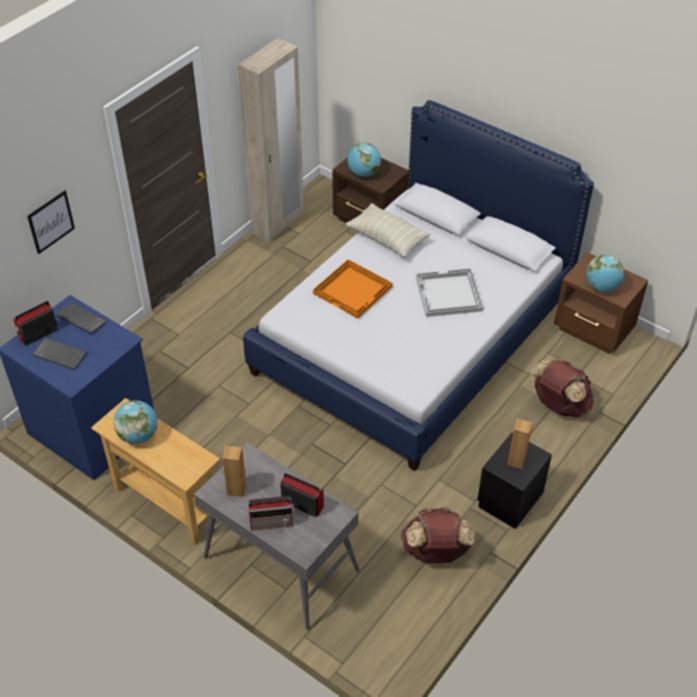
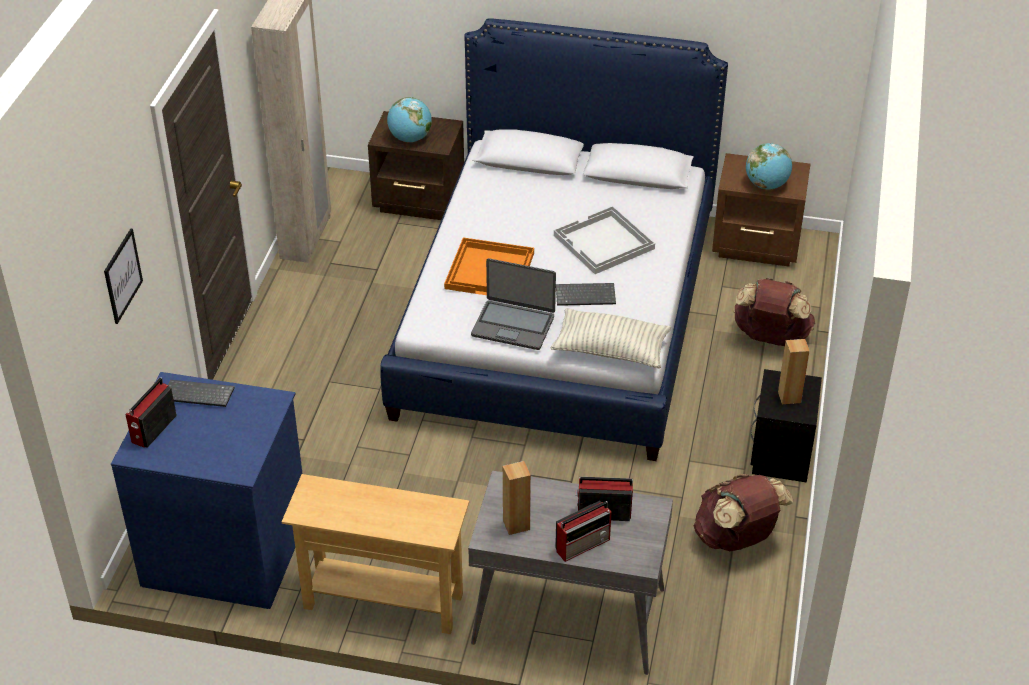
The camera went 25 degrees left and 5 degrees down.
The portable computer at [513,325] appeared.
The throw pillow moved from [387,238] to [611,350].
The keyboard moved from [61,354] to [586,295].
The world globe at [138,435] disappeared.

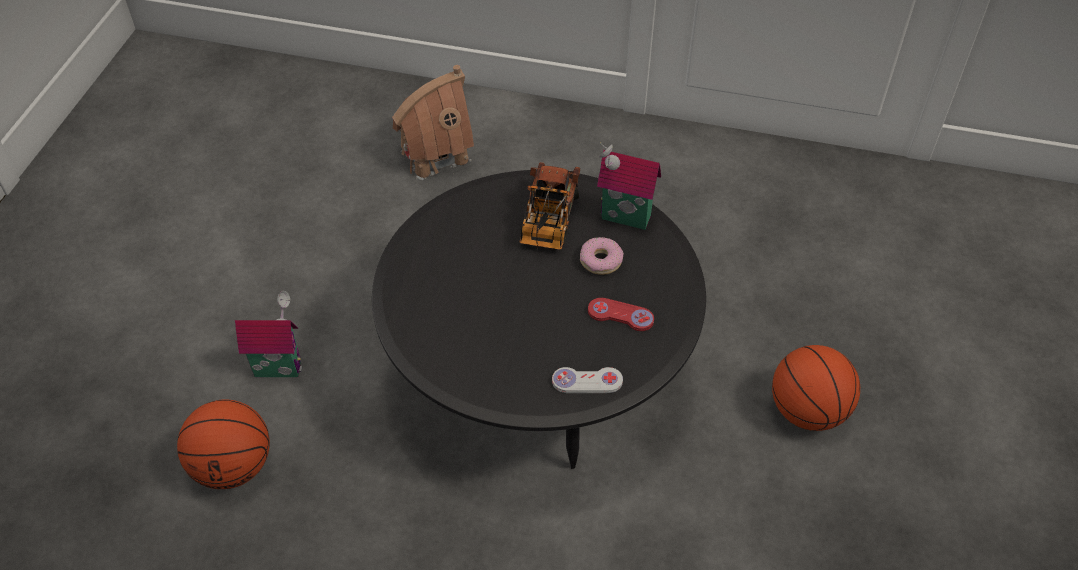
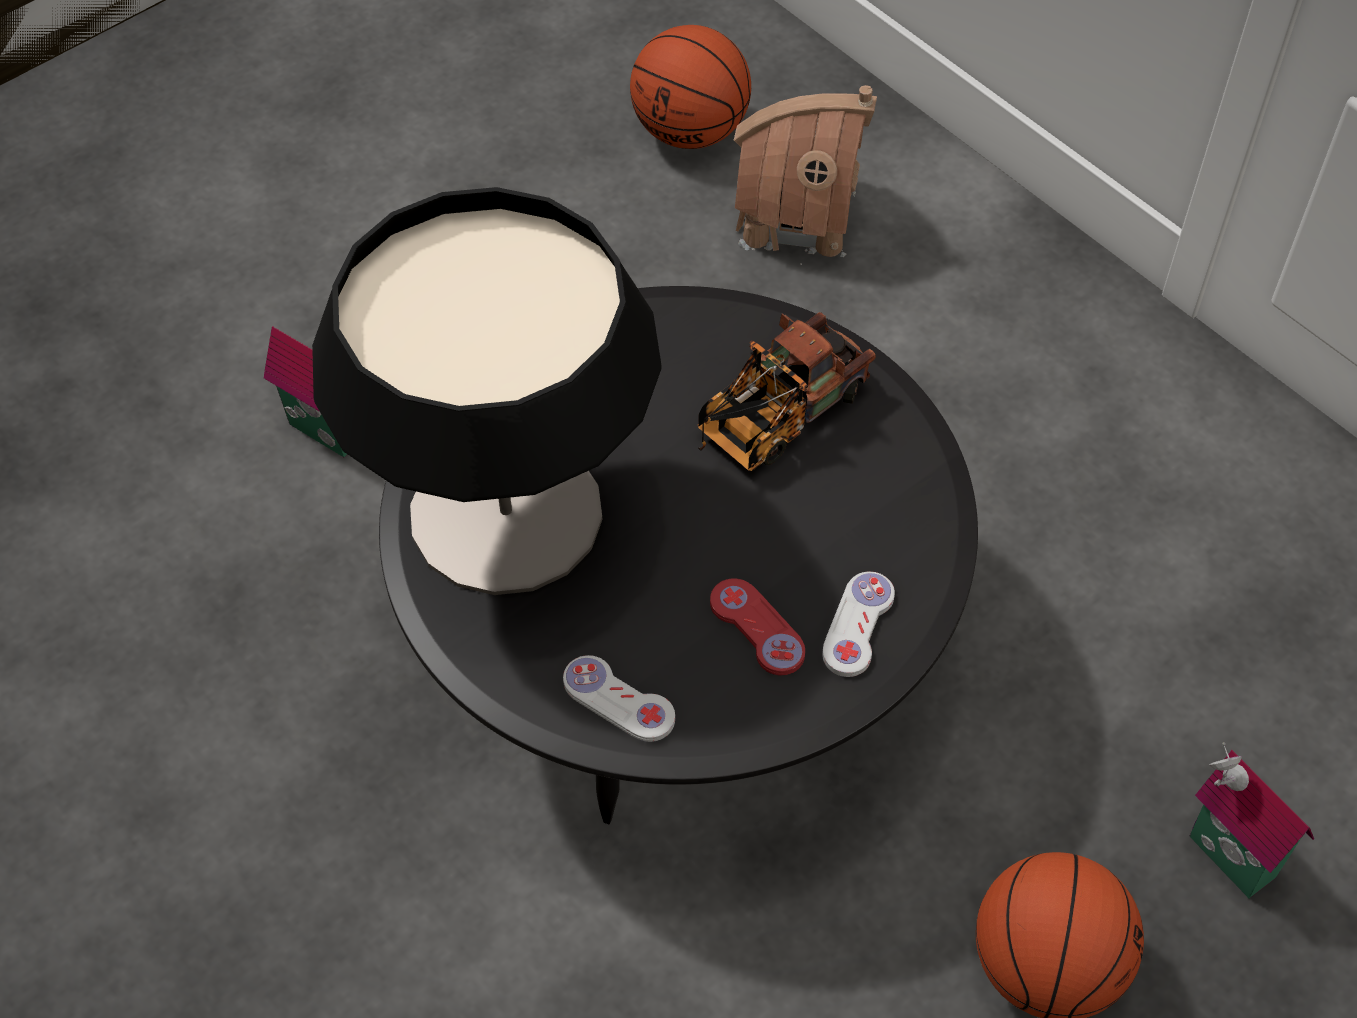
The camera went 35 degrees right and 5 degrees up.
The tabletop lamp at [506,513] appeared.
The ball for basketball moved from [233,466] to [690,131].
The white-coloured joypad at [858,625] appeared.
The miniature house moved from [624,219] to [1226,859].
The ring doughnut at [601,260] disappeared.

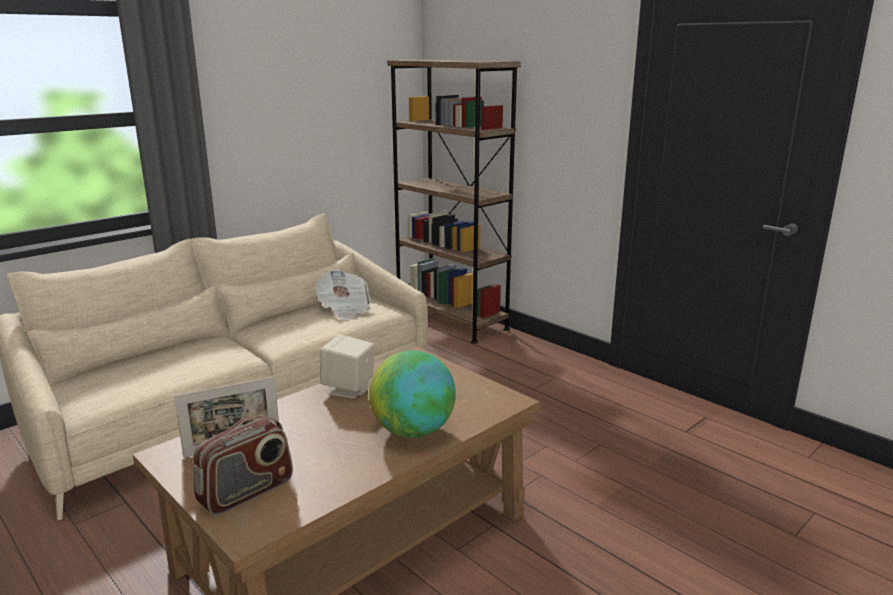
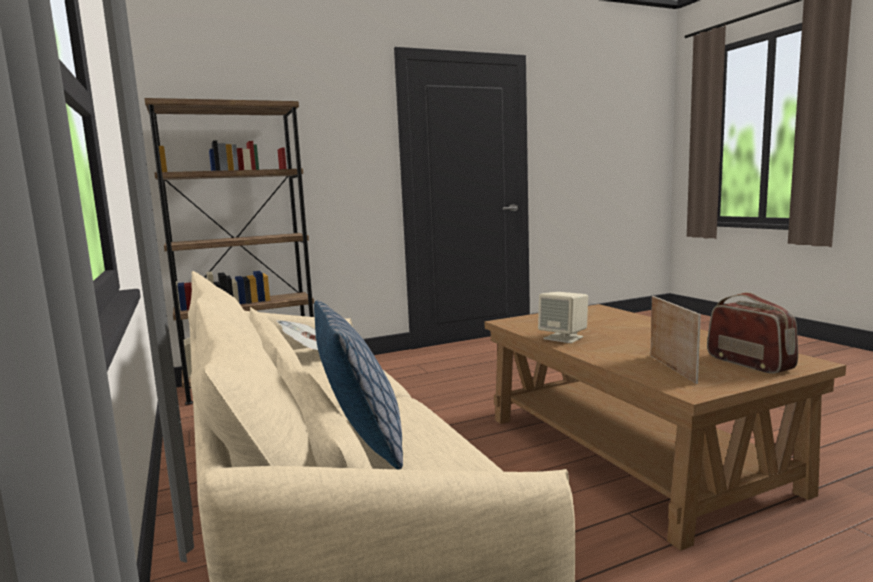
The camera went 70 degrees left and 10 degrees down.
The throw pillow at [363,443] appeared.
The world globe at [413,431] disappeared.

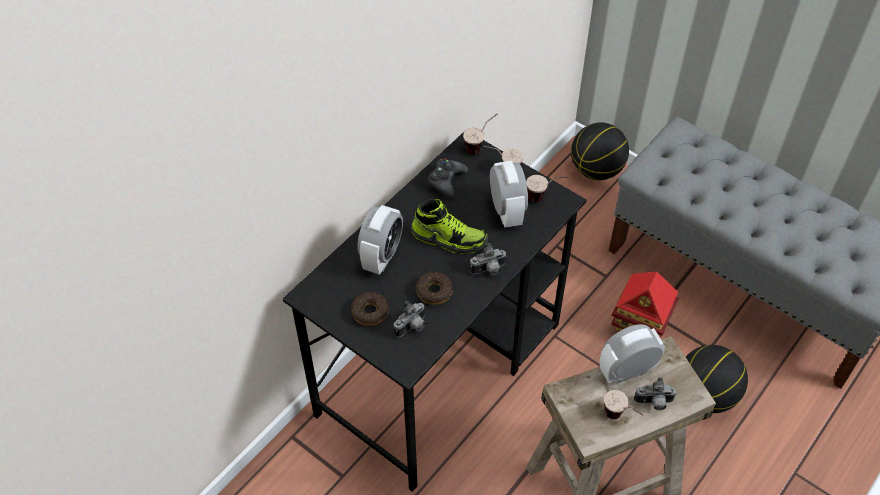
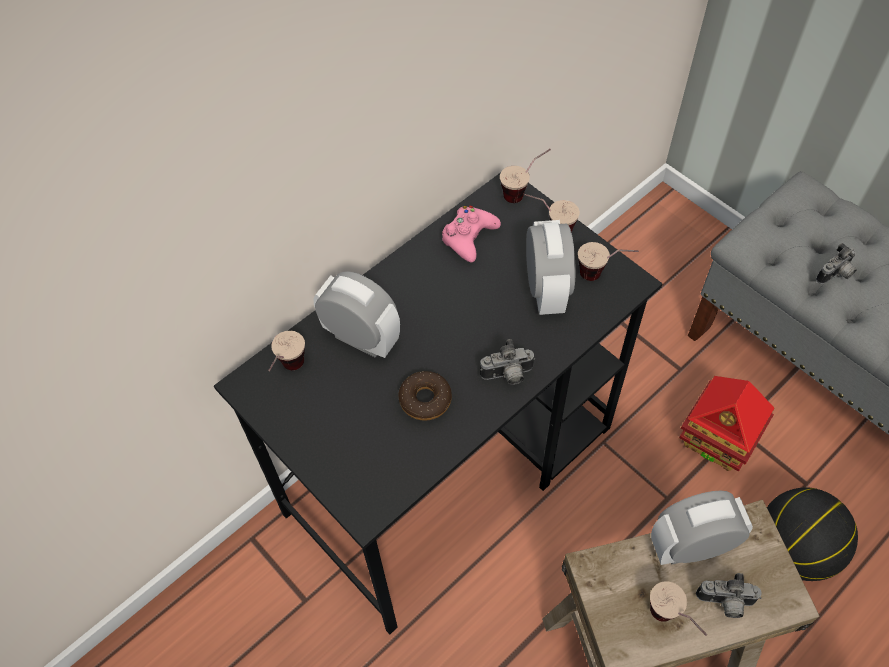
The camera went 10 degrees right and 5 degrees up.
The small cup at [289,372] appeared.
The bedside clock at [382,256] turned 90 degrees counterclockwise.
The black joypad at [446,181] became the pinkish joypad at [469,237].
The photo camera moved from [412,327] to [835,275].
The ring doughnut at [370,312] disappeared.
The shoe at [449,238] disappeared.
The ball for basketball at [596,170] disappeared.

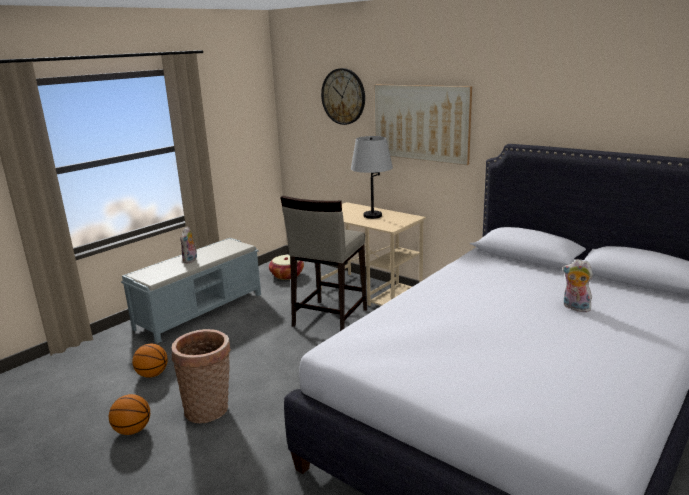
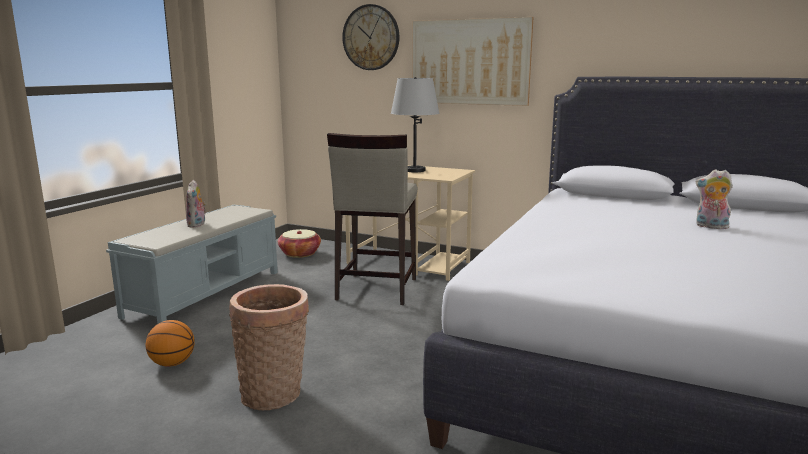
The camera went 15 degrees left and 5 degrees down.
The ball for basketball at [132,430] disappeared.

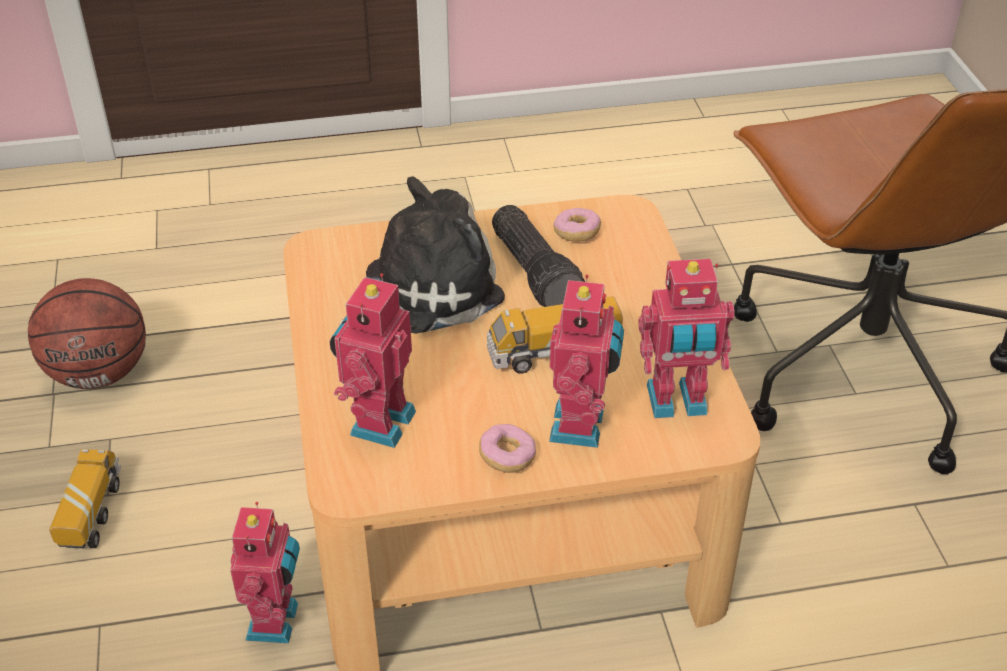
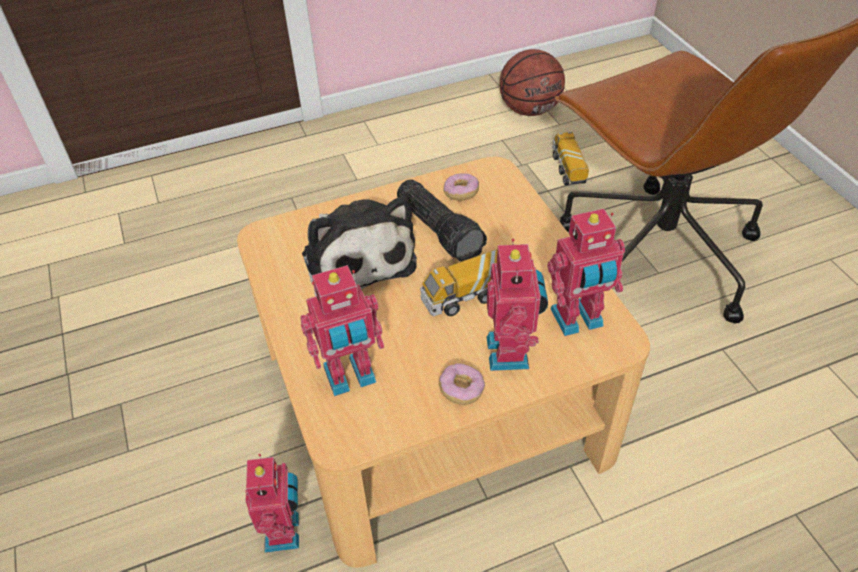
The camera went 10 degrees left and 5 degrees up.
The robot figure at [378,422] turned 120 degrees counterclockwise.
The plush toy at [424,289] turned 105 degrees clockwise.
The ball for basketball moved from [99,373] to [530,110].
The model truck moved from [91,513] to [568,169].

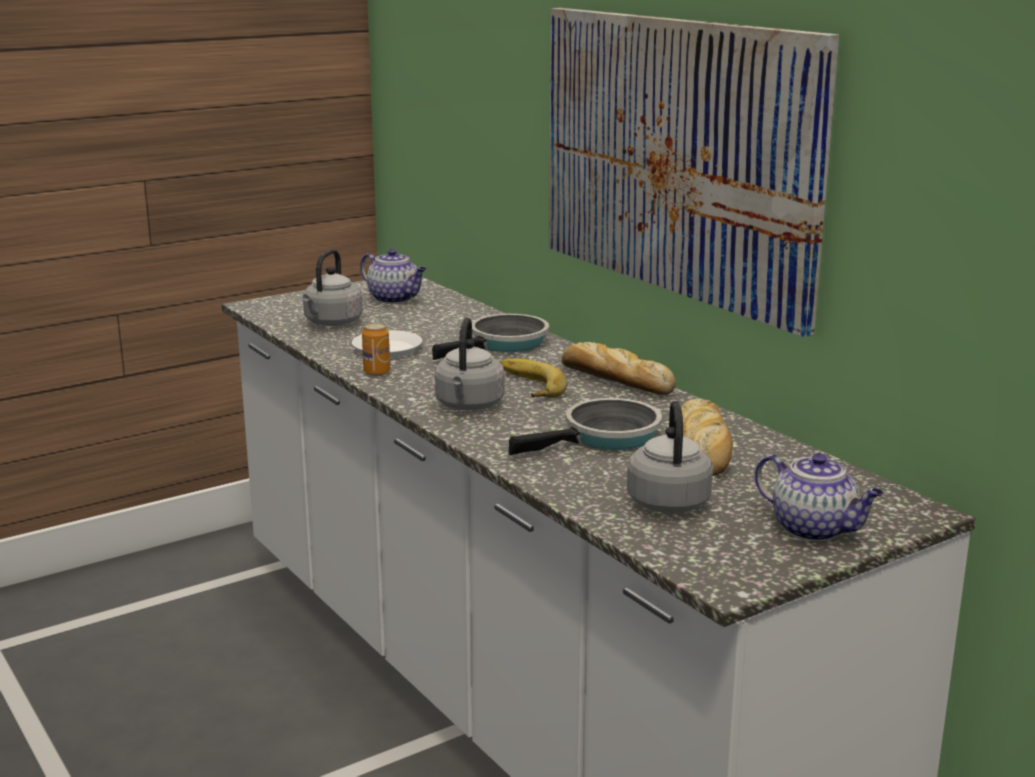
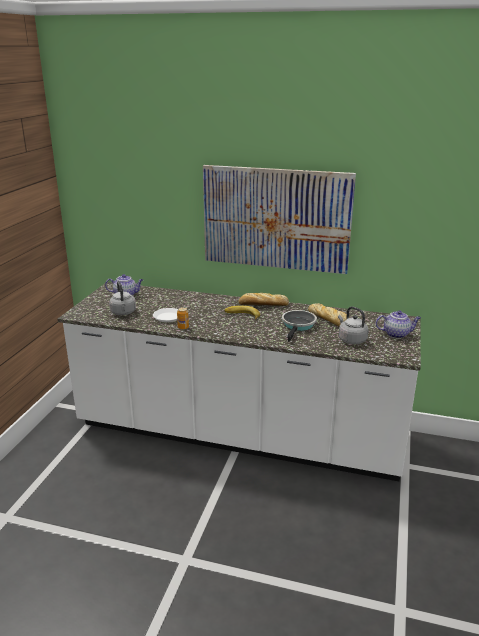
The camera went 40 degrees left and 5 degrees up.
The frying pan at [504,344] disappeared.
The greyish kettle at [469,406] disappeared.

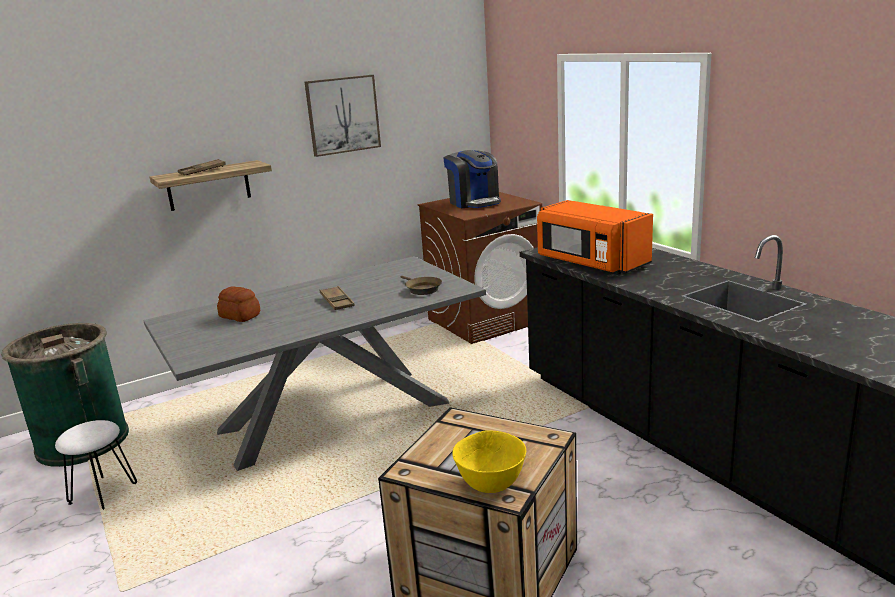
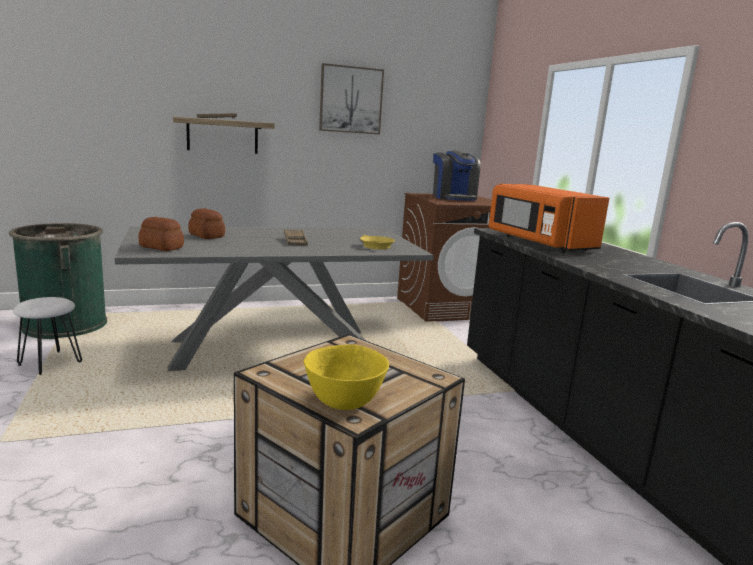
The camera went 10 degrees right and 5 degrees down.
The bread at [161,247] appeared.
The brownish frying pan at [421,289] became the yellow-coloured frying pan at [375,246].

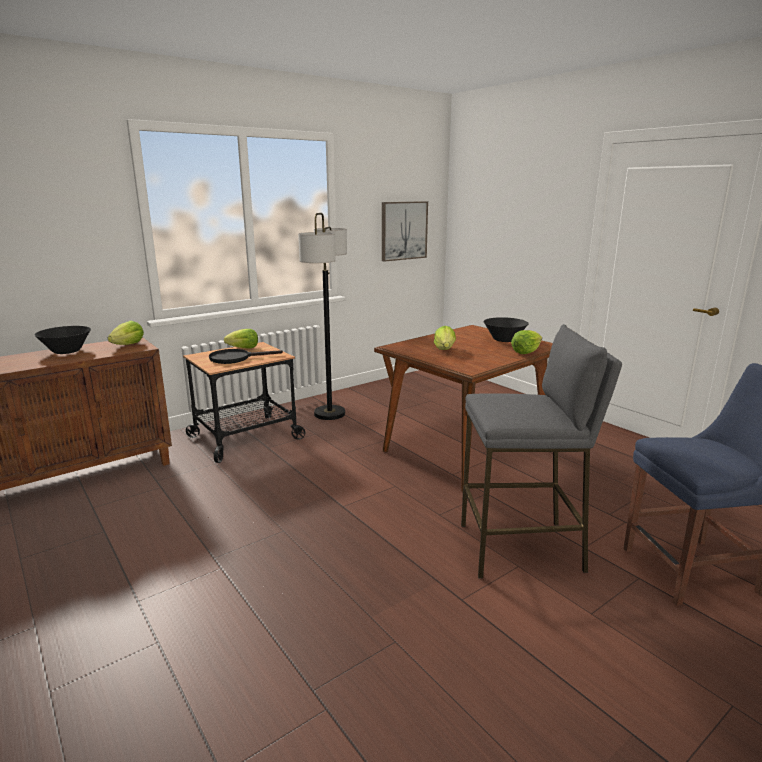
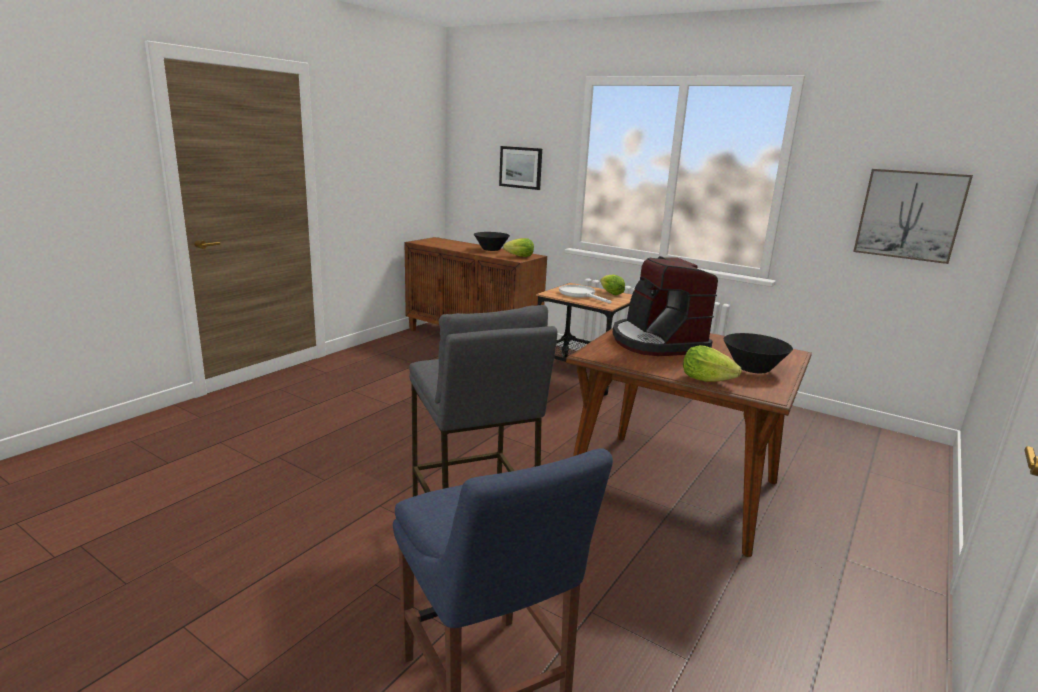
The camera went 70 degrees right and 0 degrees up.
The wall art at [521,167] appeared.
The black frying pan at [235,358] became the white-coloured frying pan at [580,295].
The lettuce head at [445,350] was replaced by the coffee brewer at [657,342].
The standing lamp at [330,413] disappeared.

